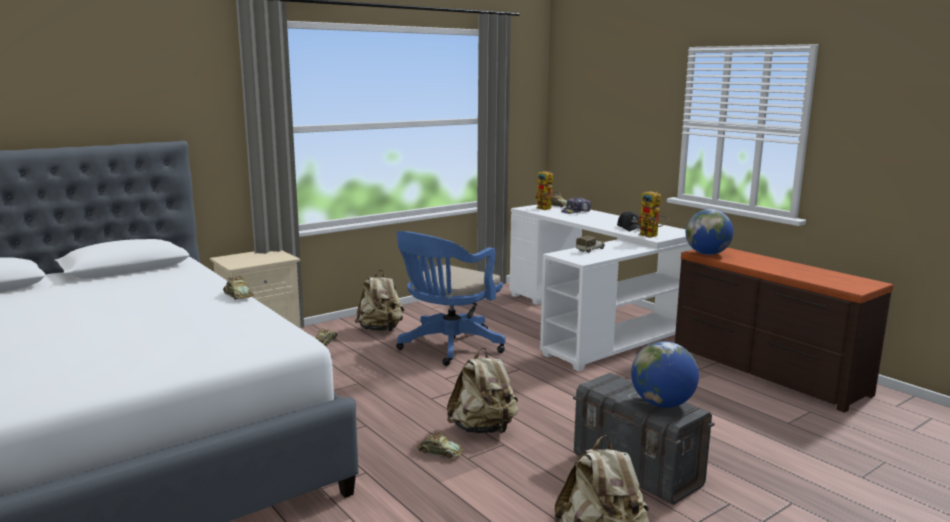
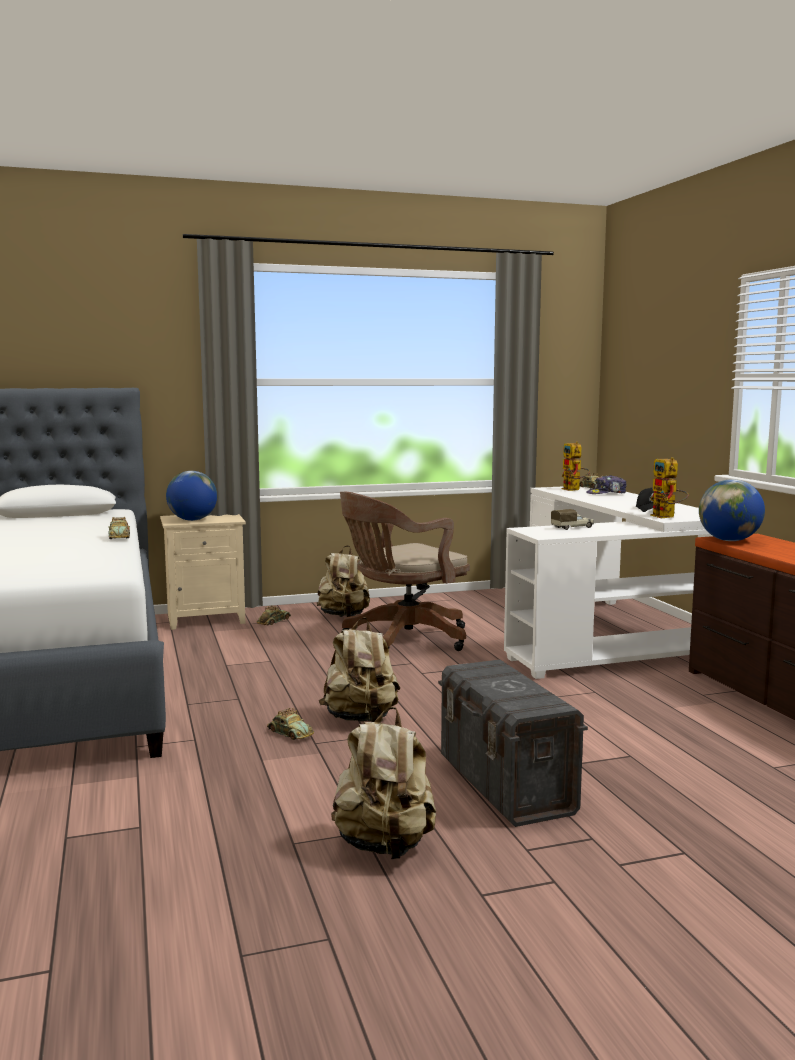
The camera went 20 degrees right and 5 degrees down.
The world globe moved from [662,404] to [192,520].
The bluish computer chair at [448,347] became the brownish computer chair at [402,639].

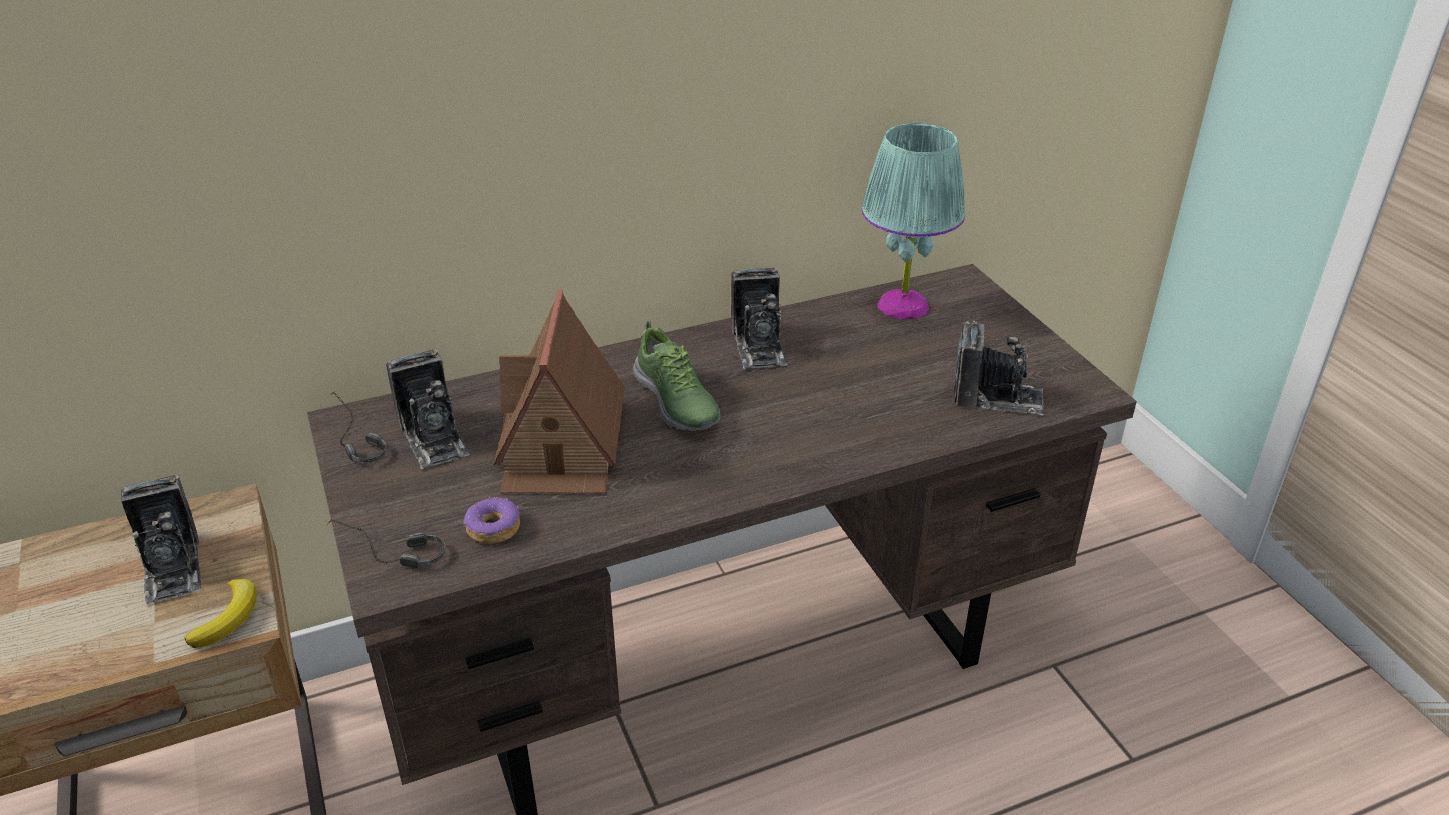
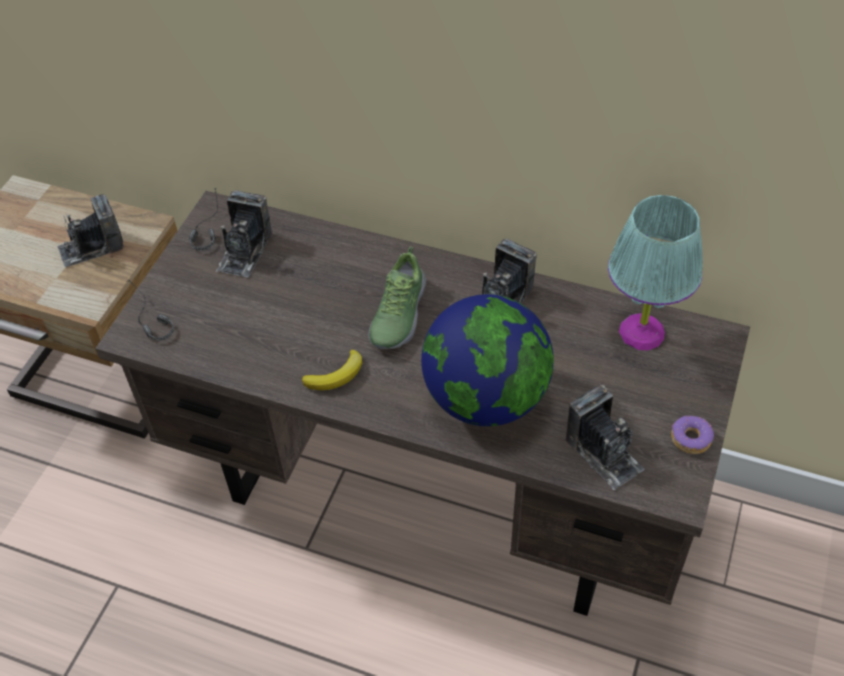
The camera went 45 degrees right and 15 degrees up.
The photo camera at [172,566] turned 45 degrees clockwise.
The banana moved from [228,616] to [336,375].
The world globe at [485,398] appeared.
The ring doughnut moved from [493,528] to [690,438].
The miniature house at [562,442] disappeared.

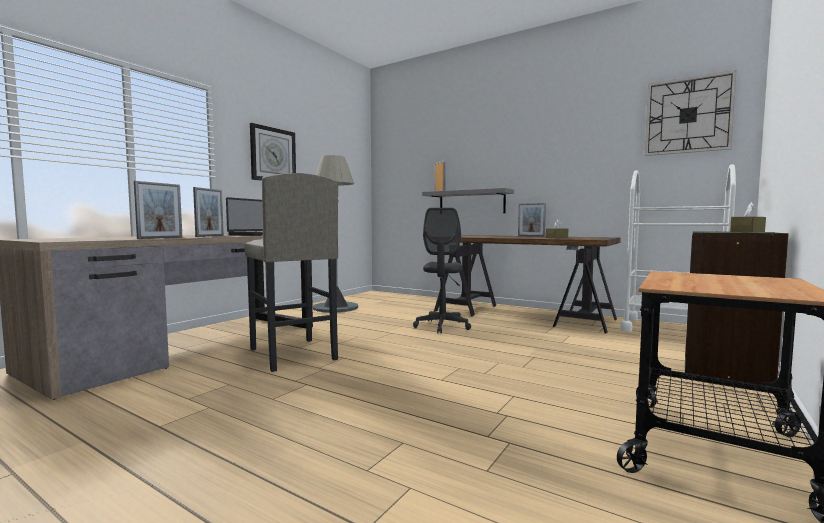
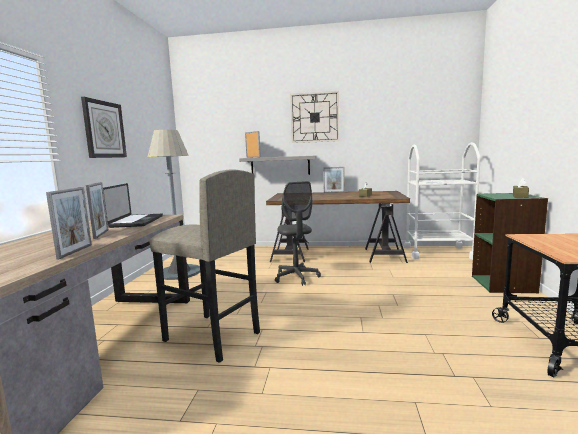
The camera went 25 degrees left and 5 degrees up.
The clock on the wall moved from [688,115] to [314,117].

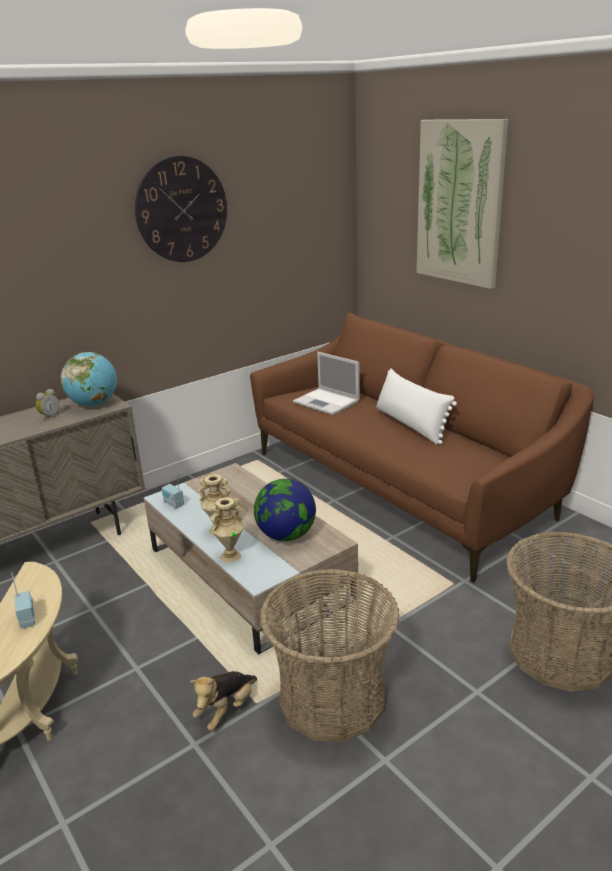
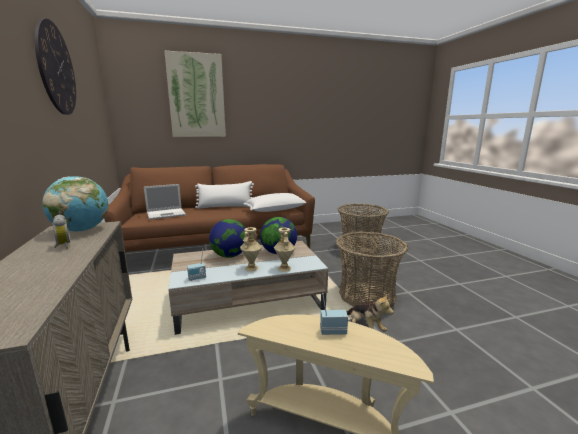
The camera went 70 degrees left and 10 degrees down.
The world globe at [229,256] appeared.
The white-coloured throw pillow at [276,211] appeared.

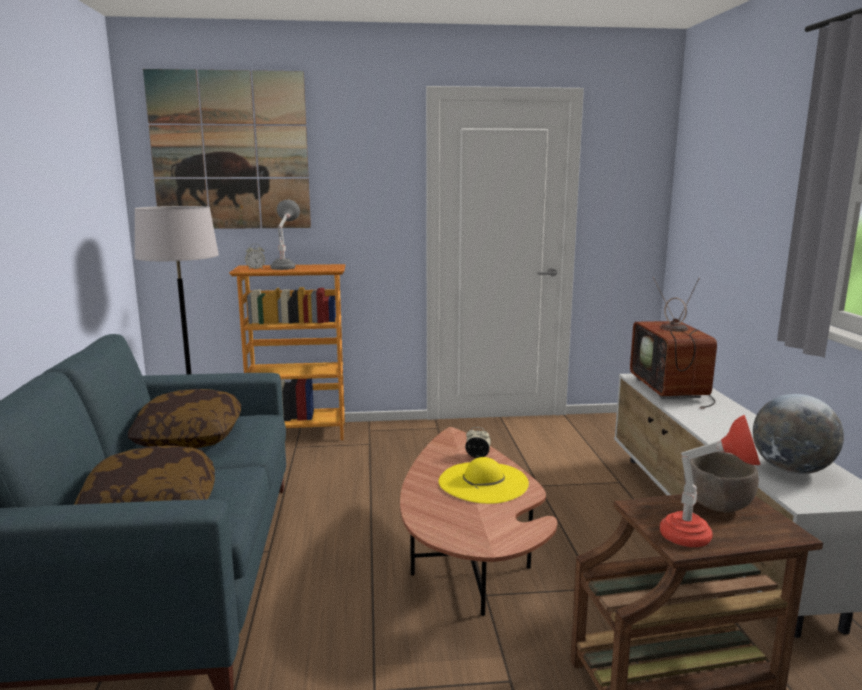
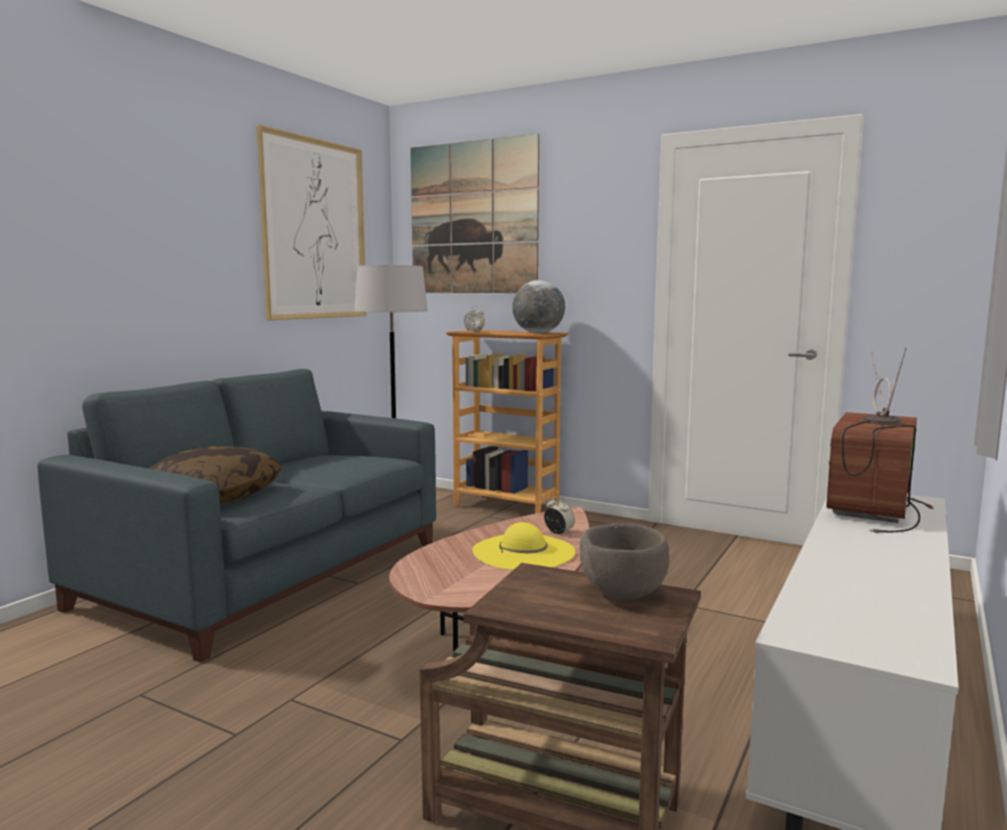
The camera went 35 degrees right and 5 degrees down.
The wall art at [314,230] appeared.
The world globe moved from [791,470] to [538,333].
The throw pillow at [189,438] disappeared.
The greyish tabletop lamp at [285,267] disappeared.
The red-coloured tabletop lamp at [701,539] disappeared.

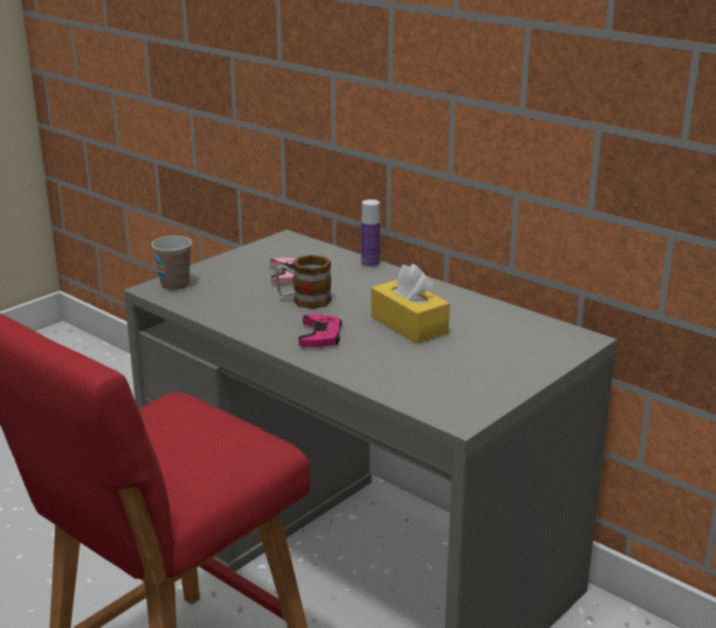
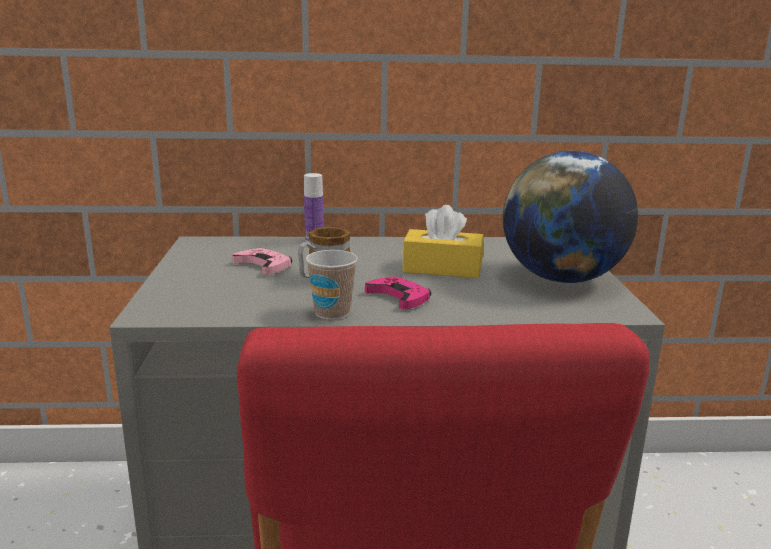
The camera went 45 degrees left and 5 degrees down.
The small cup moved from [175,285] to [332,313].
The world globe at [561,279] appeared.

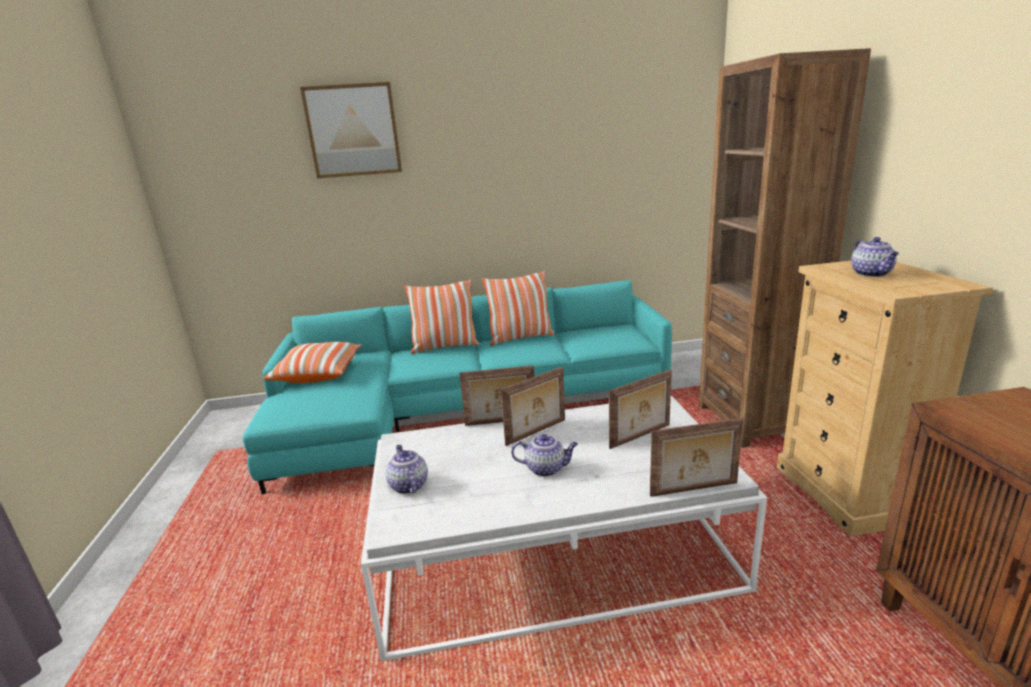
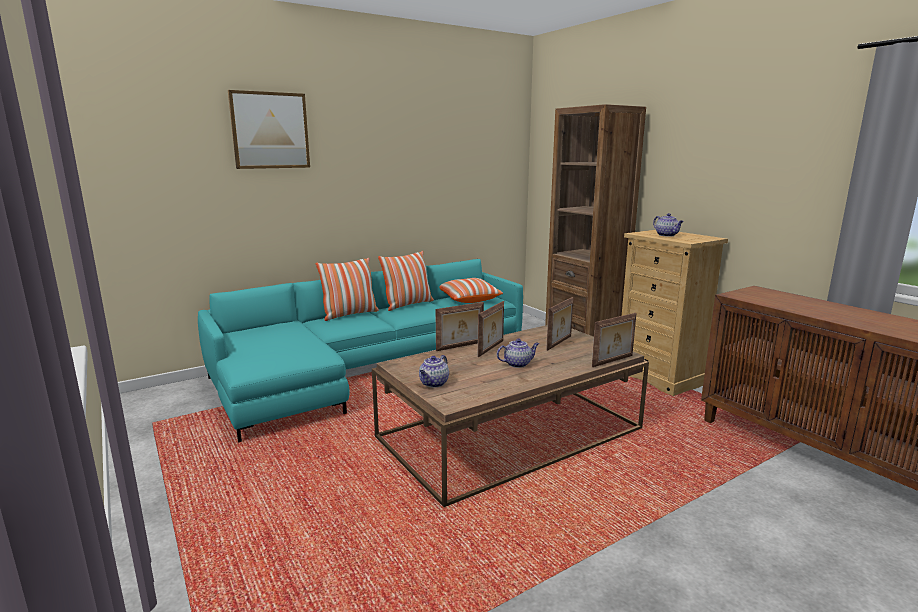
The camera went 25 degrees left and 5 degrees down.
The white-coloured coffee table at [554,550] became the brownish coffee table at [511,432].
The tea pot at [408,485] turned 105 degrees counterclockwise.
The throw pillow moved from [318,374] to [468,299].

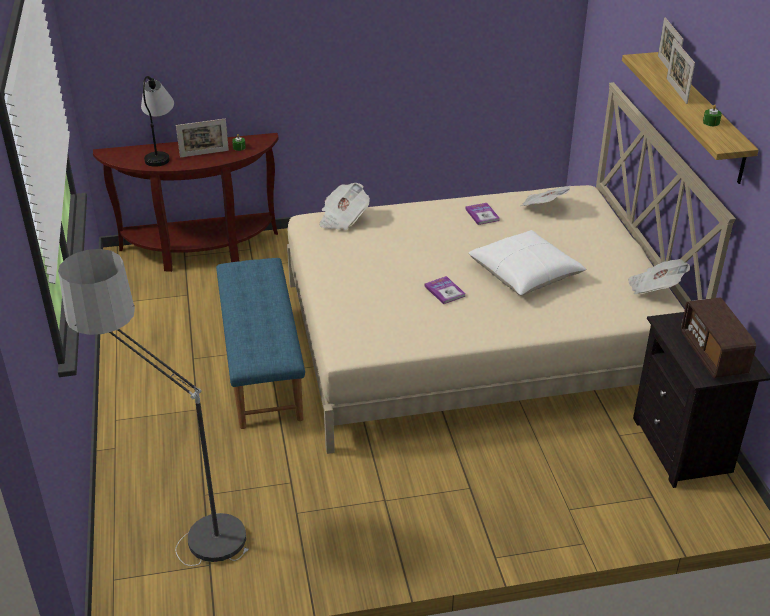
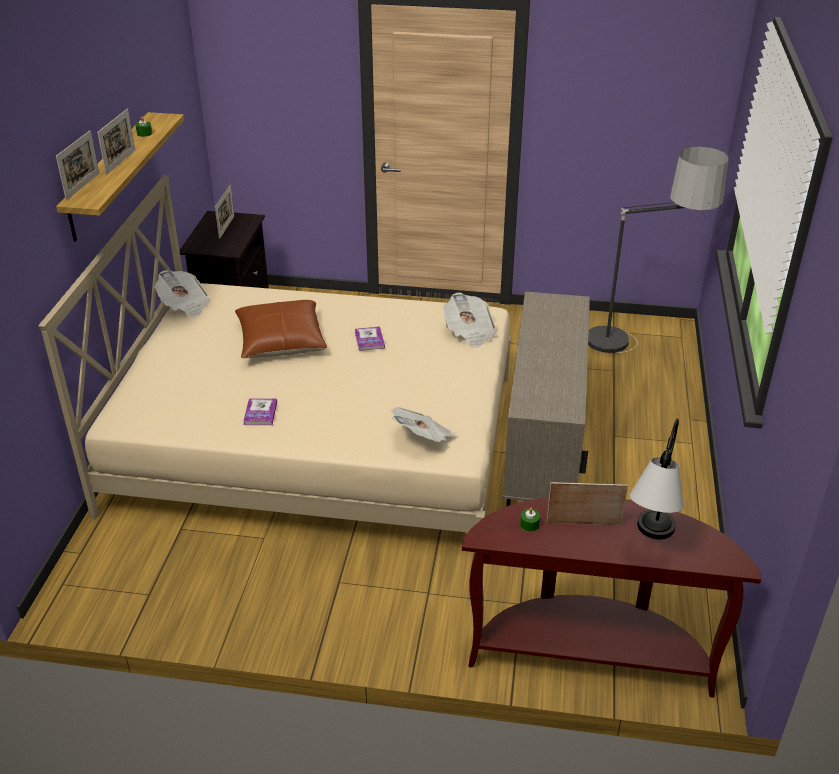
The camera went 160 degrees left and 0 degrees up.
The radio set at [713,355] was replaced by the photo frame at [226,227].
The white-coloured throw pillow at [525,273] became the brownish throw pillow at [281,341].
The daily paper moved from [543,207] to [469,332].
The bluish long seat at [263,365] was replaced by the beige-coloured storage cabinet at [541,463].

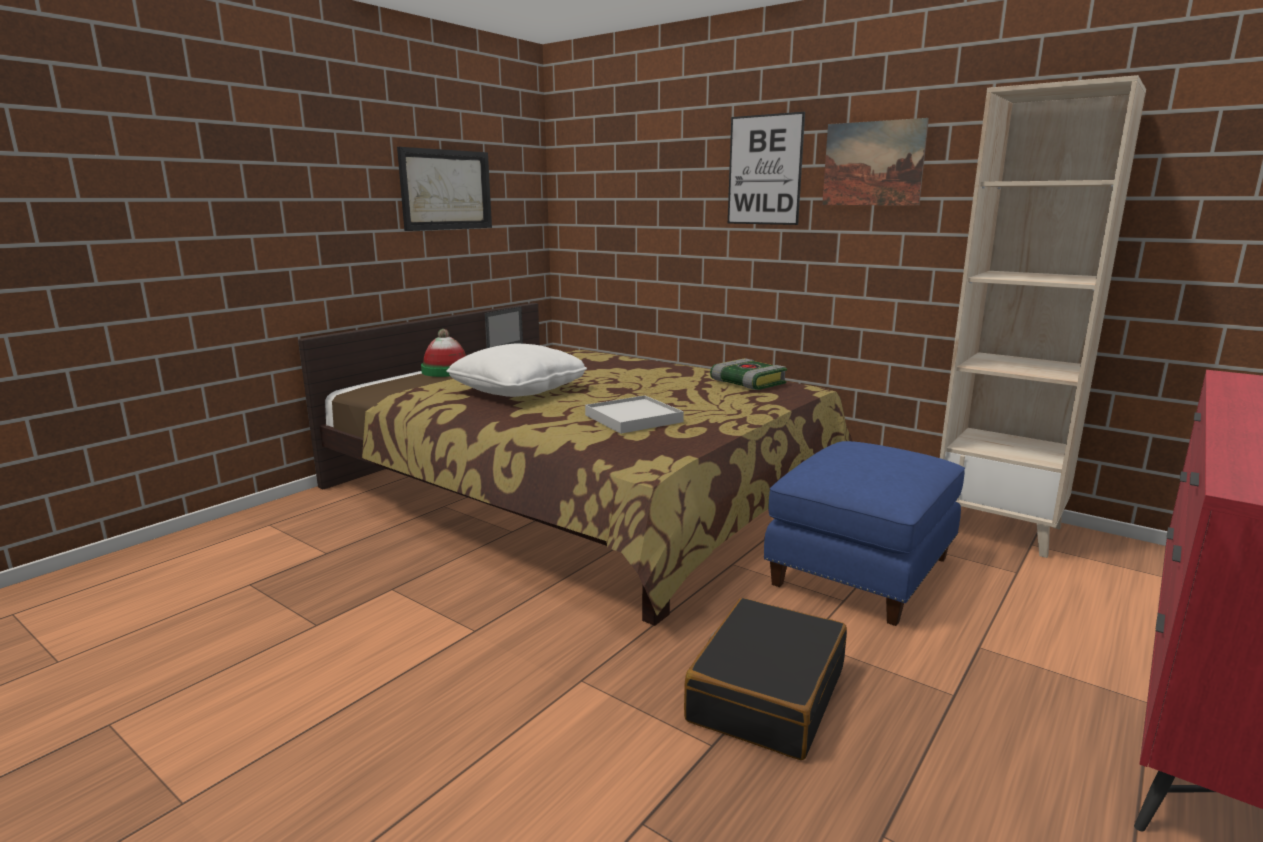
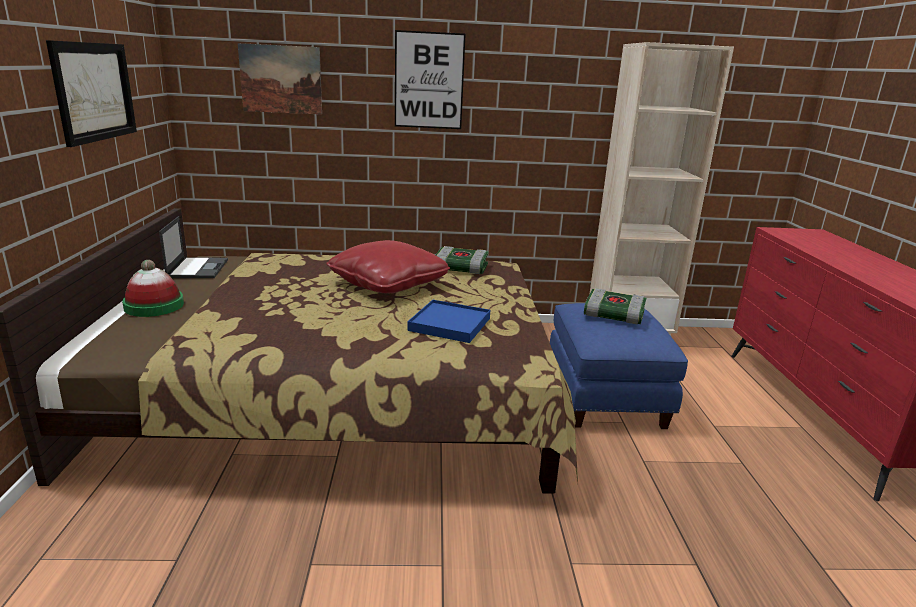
The camera went 40 degrees left and 5 degrees up.
The wall art moved from [873,163] to [281,79].
The red-coloured throw pillow at [388,284] appeared.
The white-coloured tray at [633,418] became the bluish tray at [450,324].
The bound book at [613,314] appeared.
The white-coloured throw pillow at [518,391] disappeared.
The black piece of luggage at [766,694] disappeared.

